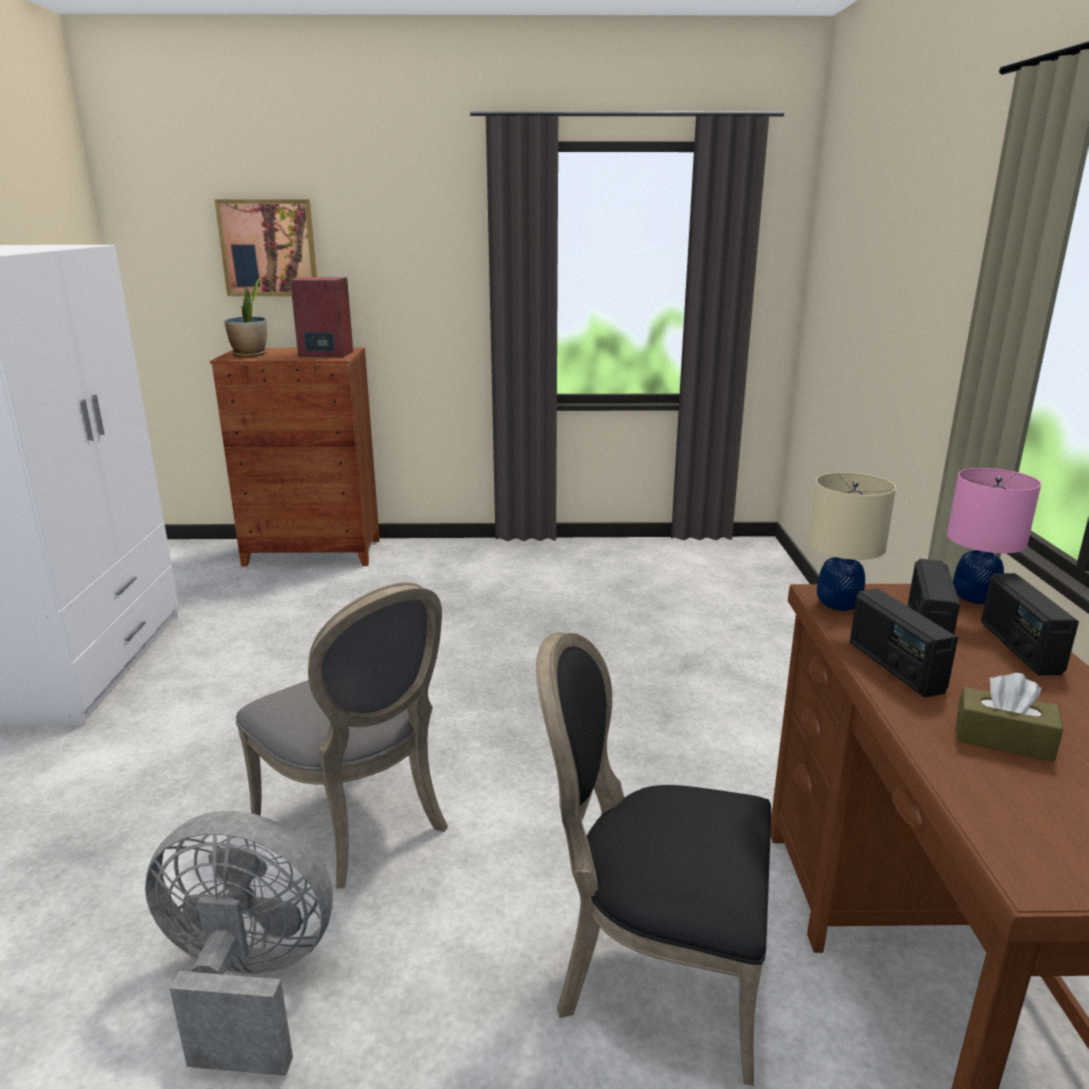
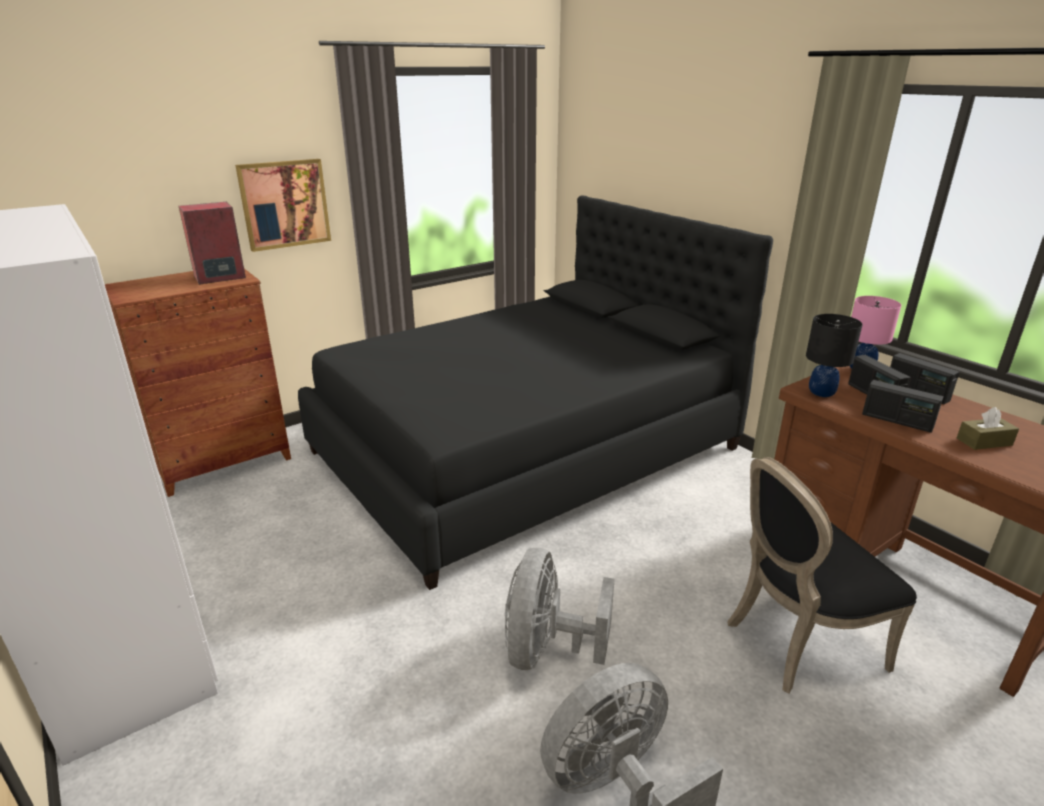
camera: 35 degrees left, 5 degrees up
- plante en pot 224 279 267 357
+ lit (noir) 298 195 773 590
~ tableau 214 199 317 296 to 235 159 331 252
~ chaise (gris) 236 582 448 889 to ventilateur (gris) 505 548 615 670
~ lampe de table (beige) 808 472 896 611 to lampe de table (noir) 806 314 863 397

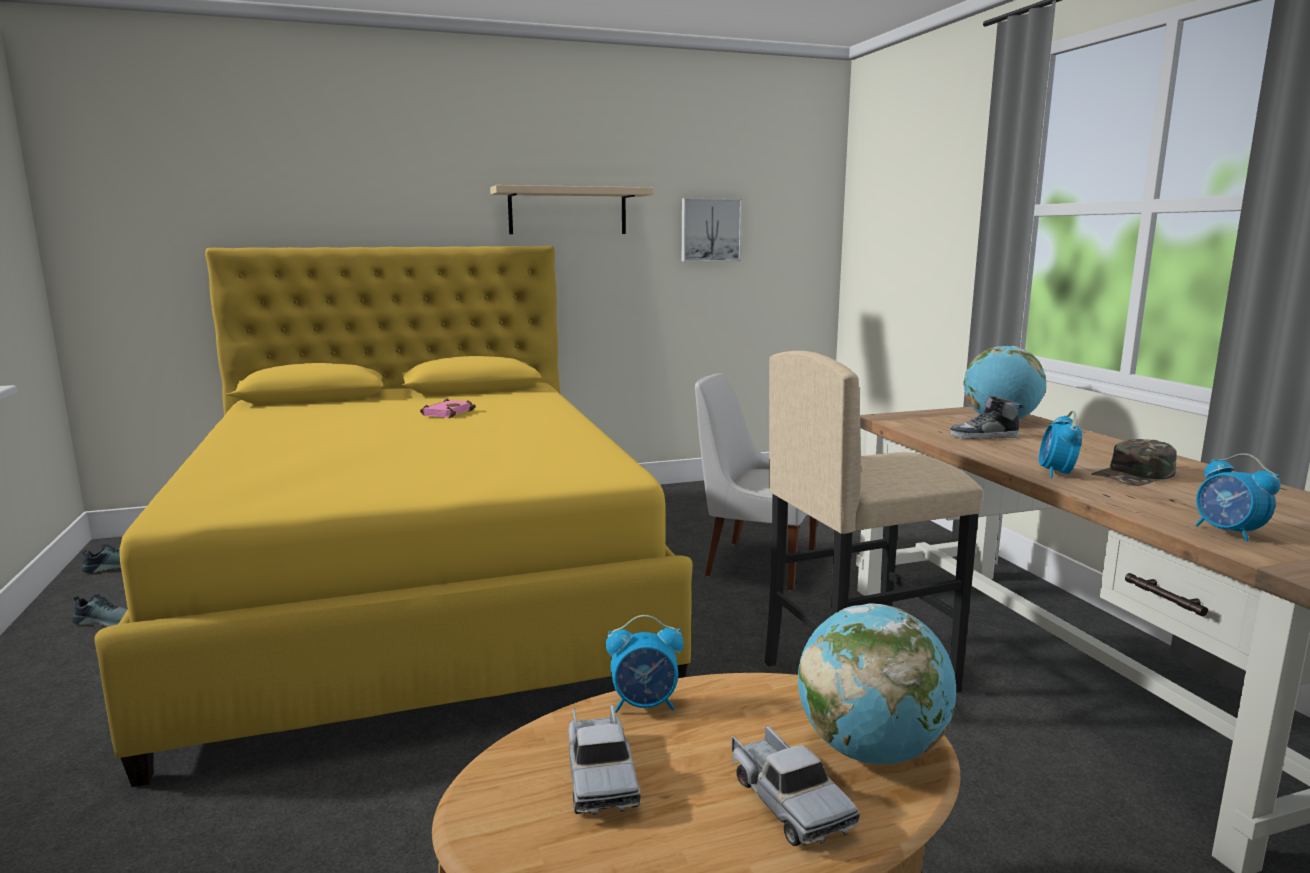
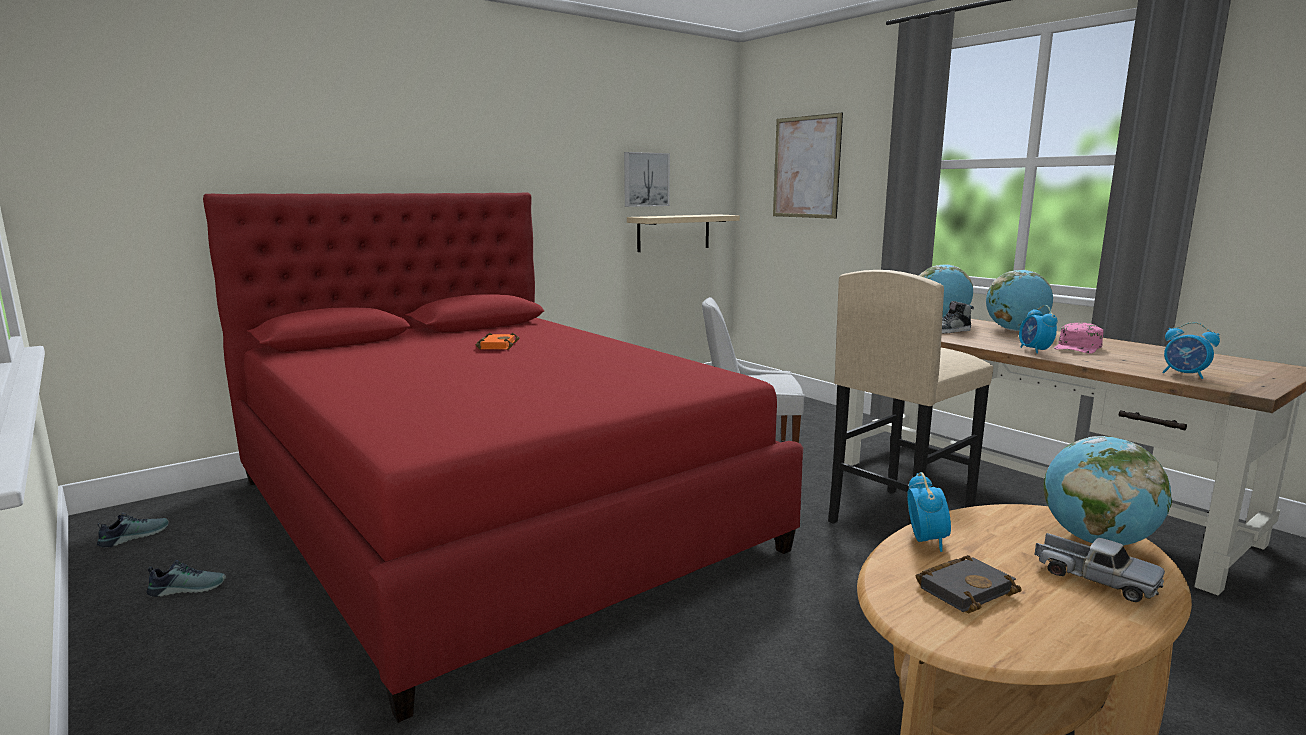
camera: 20 degrees left, 0 degrees up
+ tableau 773 113 843 219
+ globe 986 270 1053 331
~ étagère (beige) 490 185 653 234 to 627 214 740 252
~ camion jouet 568 704 641 815 to livre (noir) 916 555 1022 613
~ lit (jaune) 94 246 693 787 to lit (rouge) 203 193 803 723
~ livre (rose) 420 398 475 418 to livre (orange) 476 333 519 350
~ casquette (vert) 1092 439 1177 486 to casquette (rose) 1054 323 1104 354
~ réveil 606 615 684 713 = 907 472 951 552 60 degrees counterclockwise

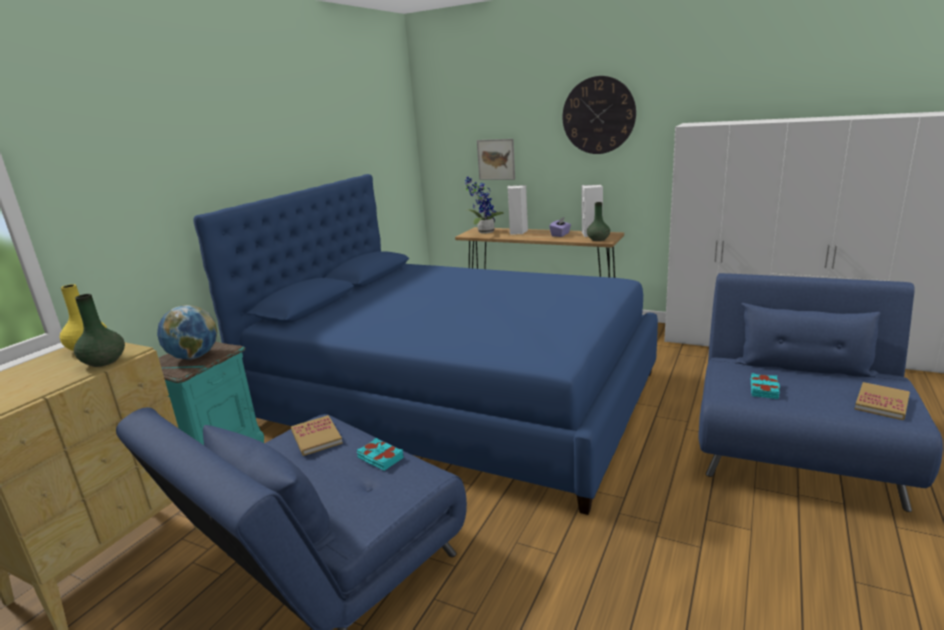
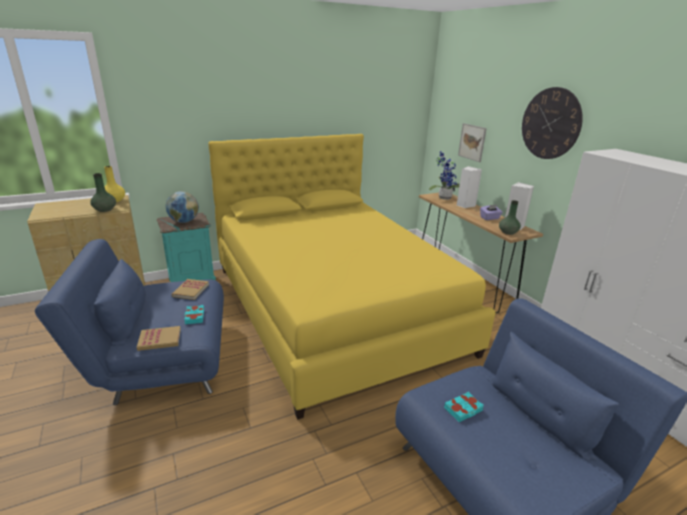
camera: 35 degrees right, 5 degrees up
~ livre 855 382 910 420 to 137 326 181 351
~ lit (bleu) 193 174 658 515 to lit (jaune) 208 134 496 420

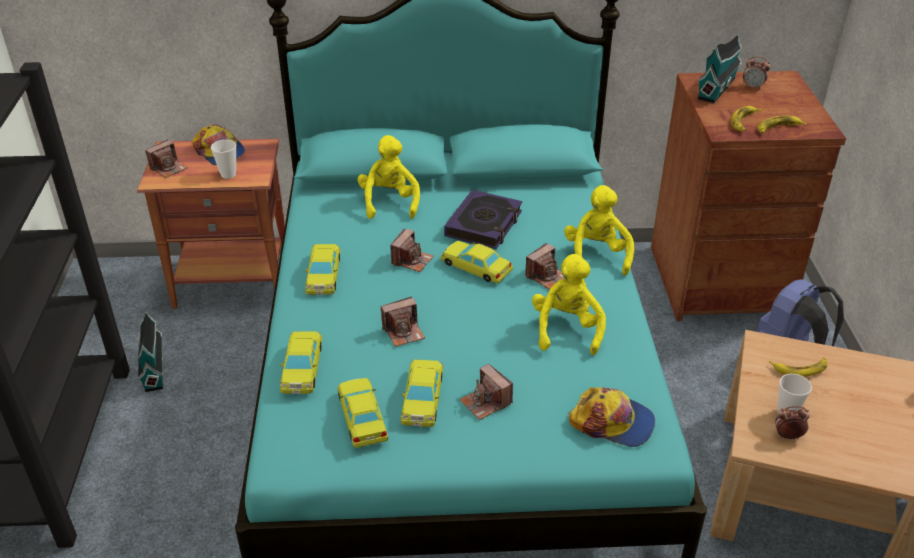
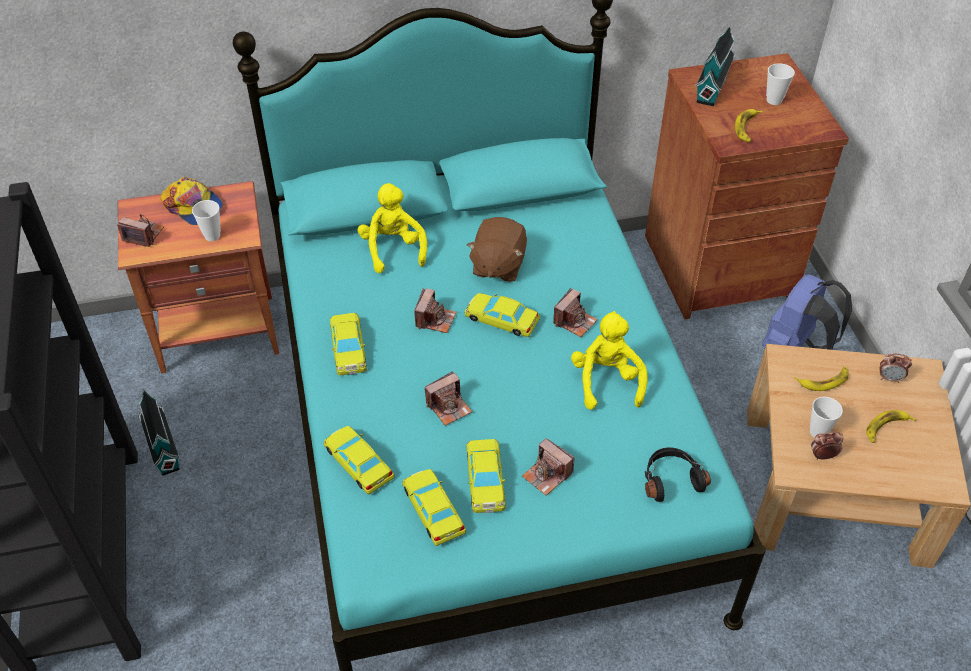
camera: 10 degrees left, 10 degrees up
- peluche (jaune) 564 185 634 275
+ tasse 766 63 795 105
~ réveil 743 56 770 90 to 880 354 912 383
~ banane 757 115 807 134 to 866 410 916 443
~ livre 444 190 522 249 to peluche (marron) 467 217 527 282
~ casquette 569 387 655 447 to casque audio (noir) 645 447 711 502
~ appareil photo 145 139 188 178 = 117 214 164 247 105 degrees counterclockwise
~ petite voiture (jaune) 280 331 322 394 = 324 426 395 494 150 degrees clockwise

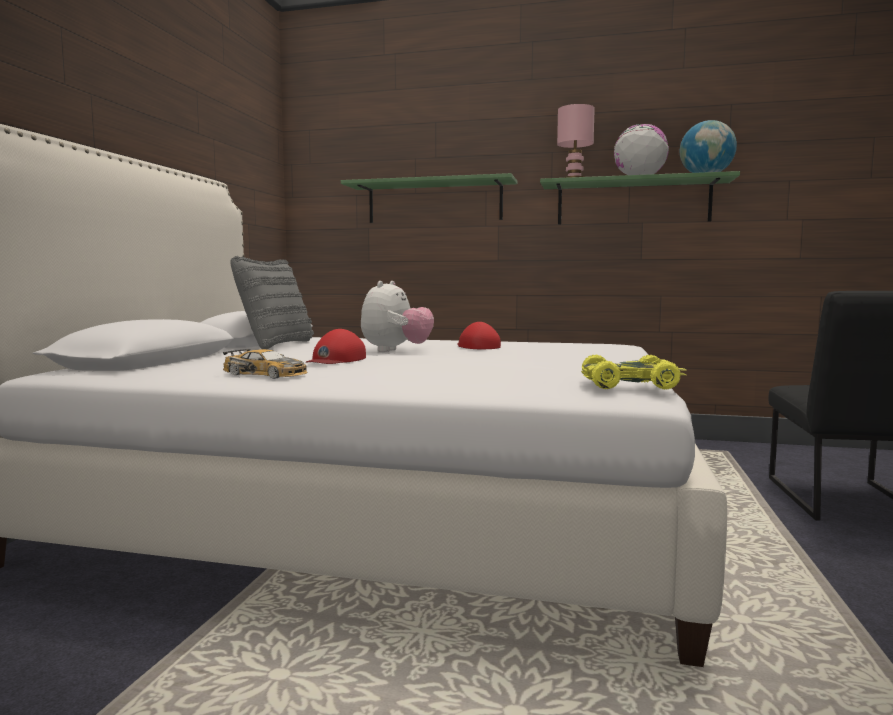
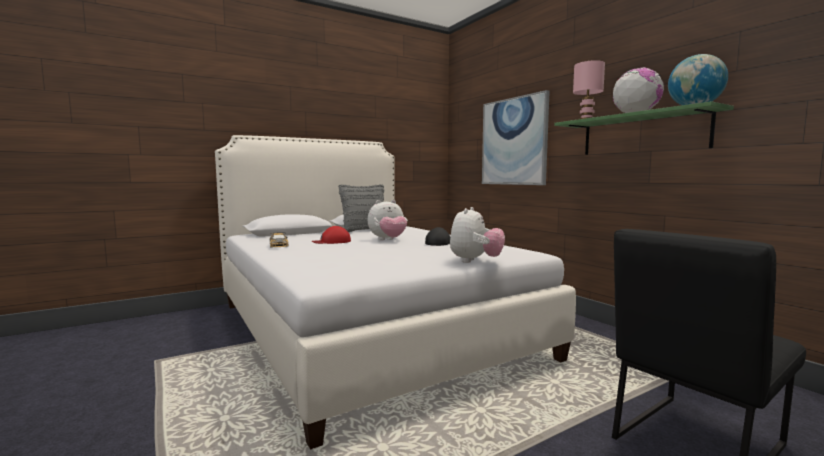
camera: 45 degrees right, 0 degrees up
- petite voiture (jaune) 581 355 687 390
+ peluche 450 207 505 263
~ étagère (vert) 341 173 517 223 to tableau 482 90 550 185
~ casquette (rouge) 457 322 501 349 to casquette (noir) 425 227 450 246

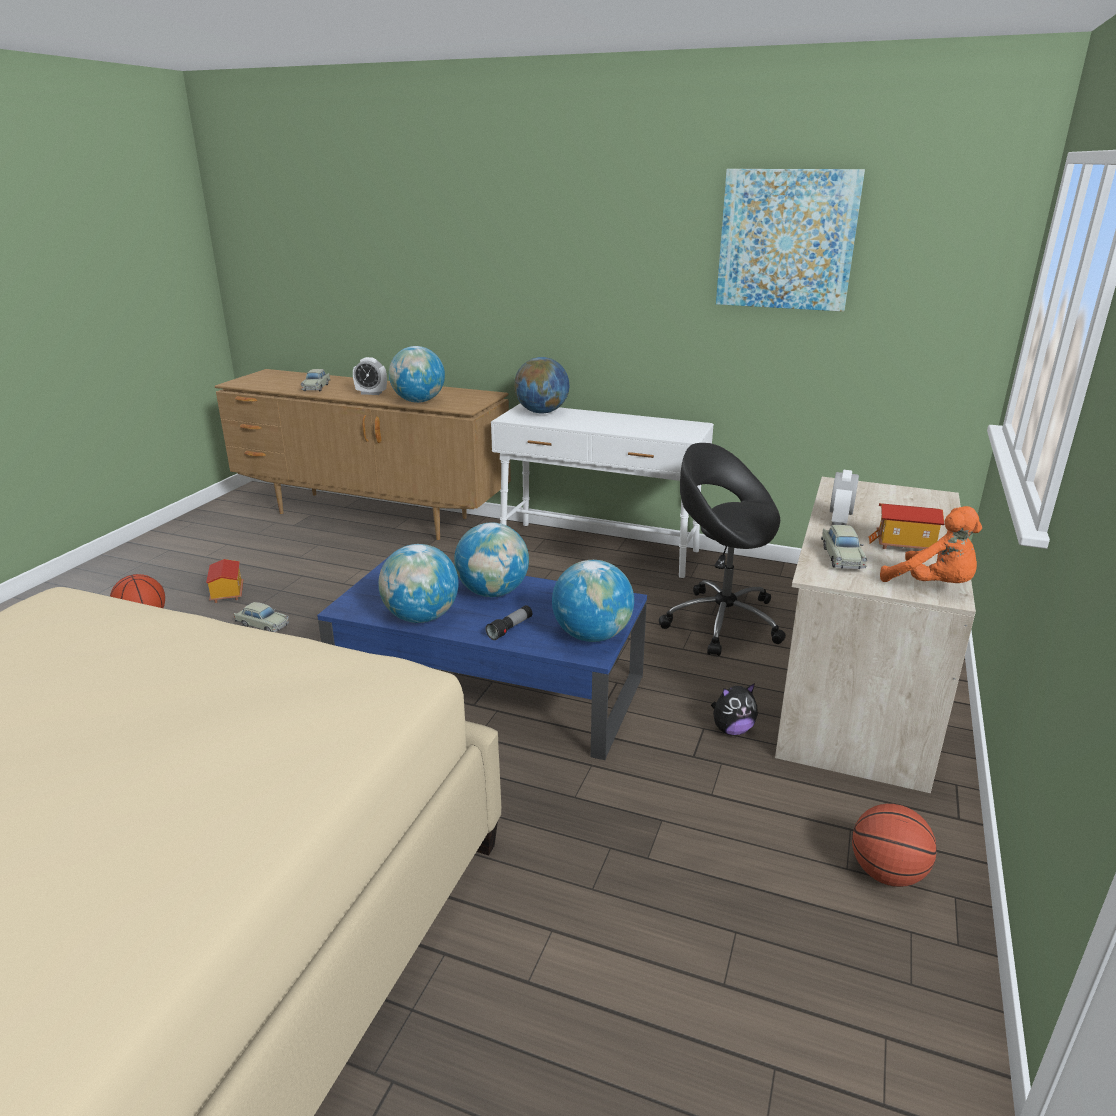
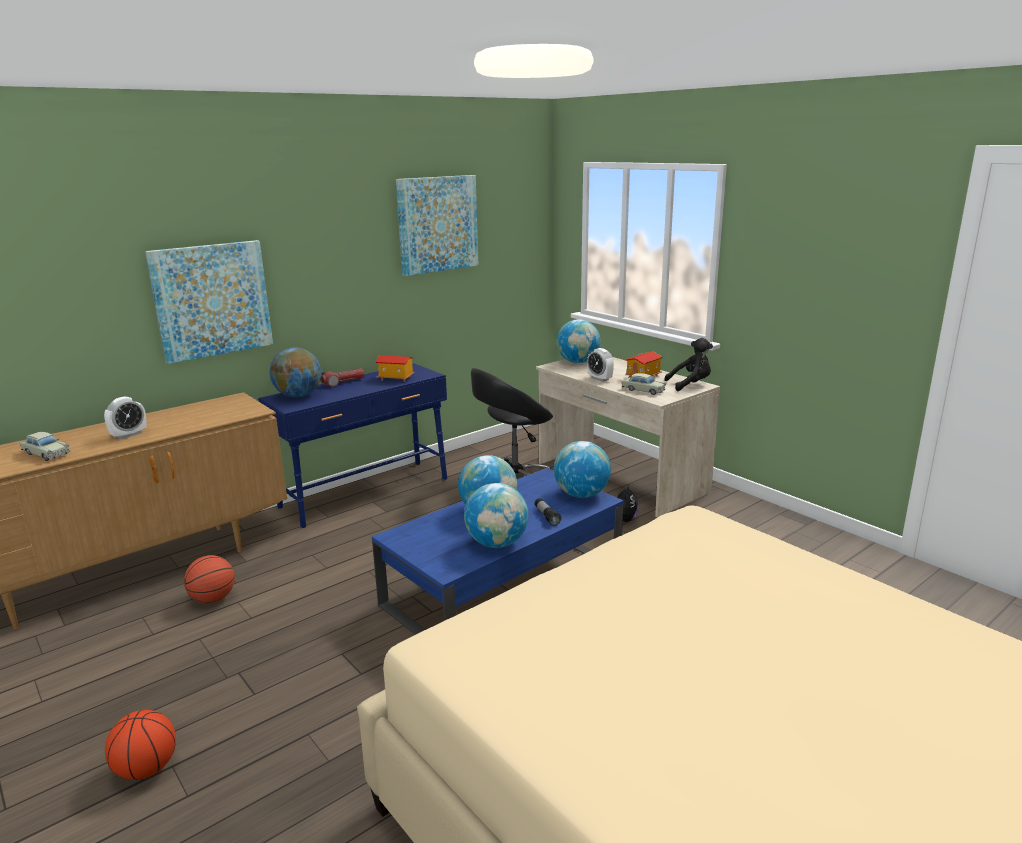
camera: 60 degrees left, 5 degrees down
- petite voiture (beige) 234 602 289 632
+ tableau 145 240 273 364
+ lampe de poche 320 368 364 387
~ maison miniature 206 559 243 603 to 375 355 414 382
~ globe 389 346 445 403 to 557 319 601 363
~ ballon de basket 852 804 937 887 to 184 555 235 603
~ table console (blanc) 491 403 714 578 to table console (bleu) 258 363 447 528
~ peluche (orange) 880 506 982 583 to peluche (noir) 664 338 713 391

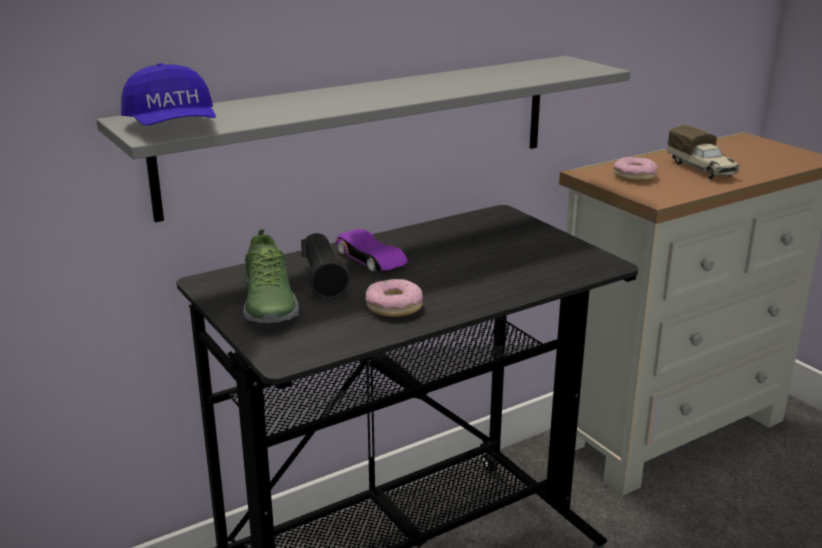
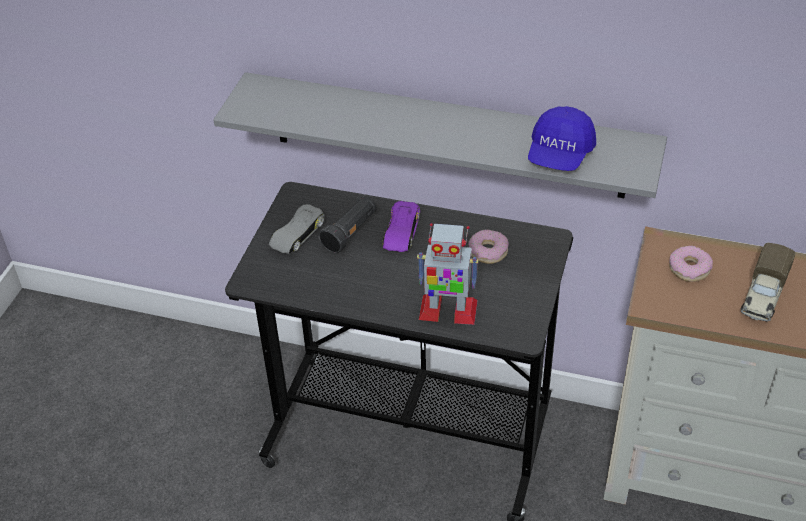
camera: 50 degrees right, 20 degrees up
+ robot jouet 417 223 479 325
~ casquette (bleu) 121 63 216 126 to 528 106 596 171
~ beignet 366 279 423 317 to 468 230 509 264
~ chaussure 244 229 299 323 to petite voiture (gris) 269 204 325 254

